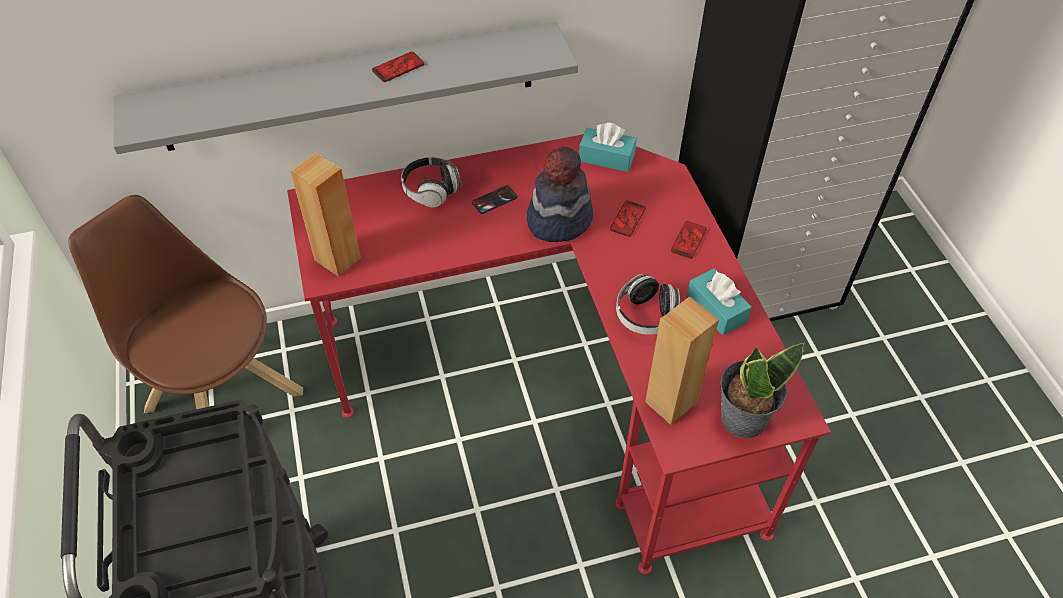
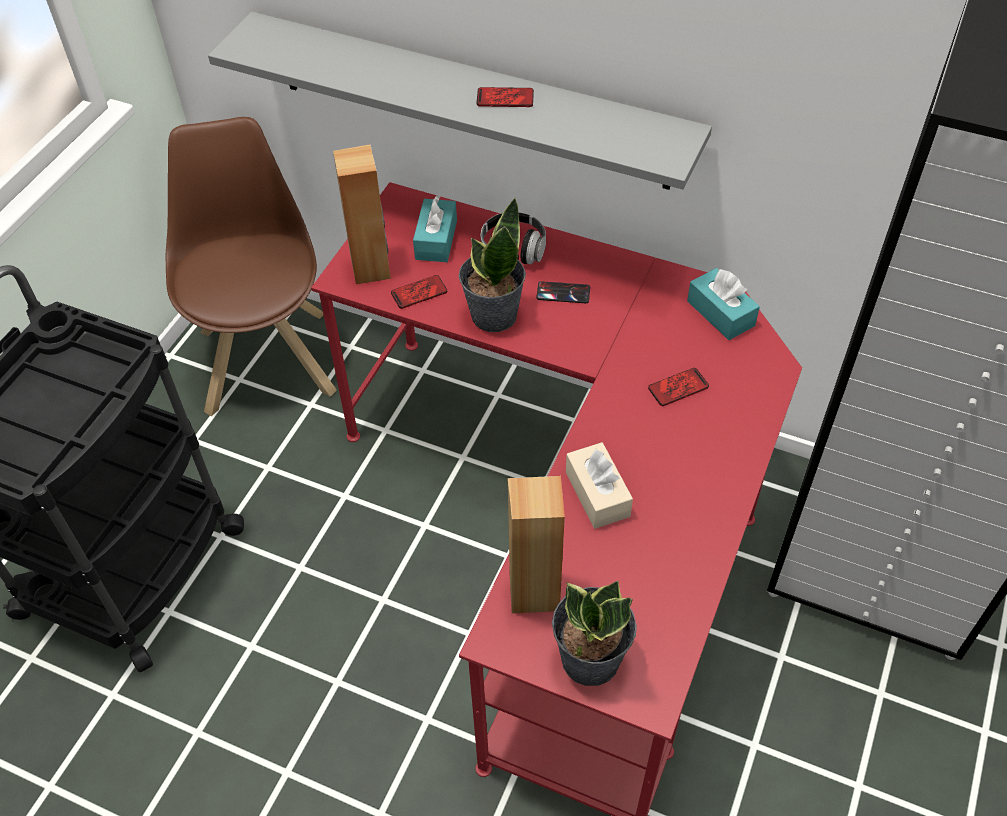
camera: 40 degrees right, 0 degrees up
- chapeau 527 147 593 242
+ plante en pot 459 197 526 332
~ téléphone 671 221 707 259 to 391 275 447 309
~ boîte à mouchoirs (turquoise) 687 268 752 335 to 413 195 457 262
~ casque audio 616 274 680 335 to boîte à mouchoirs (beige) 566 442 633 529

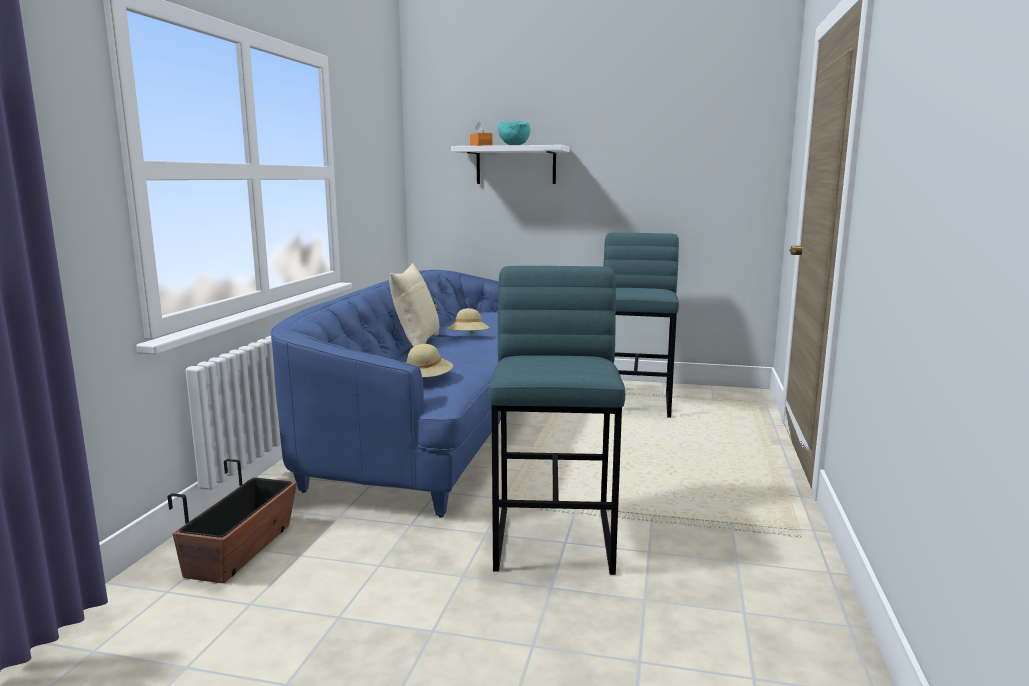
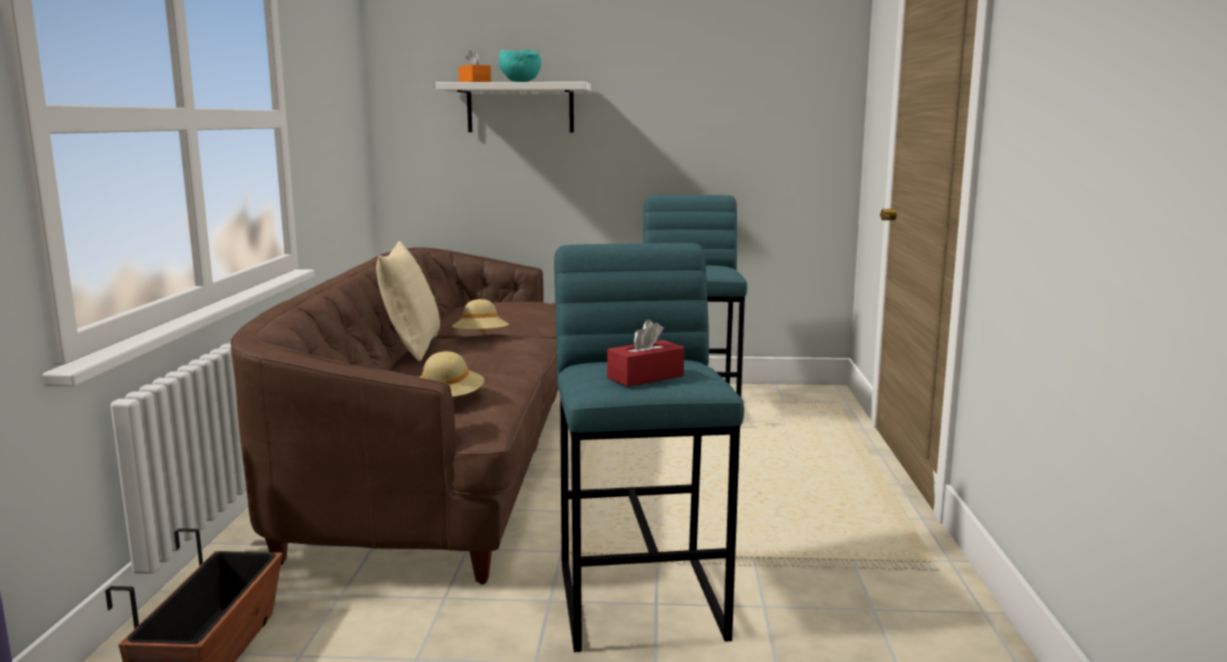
camera: 10 degrees left, 0 degrees up
+ boîte à mouchoirs (rouge) 607 320 684 387
~ canapé (bleu) 271 270 501 518 to canapé (marron) 230 247 558 584

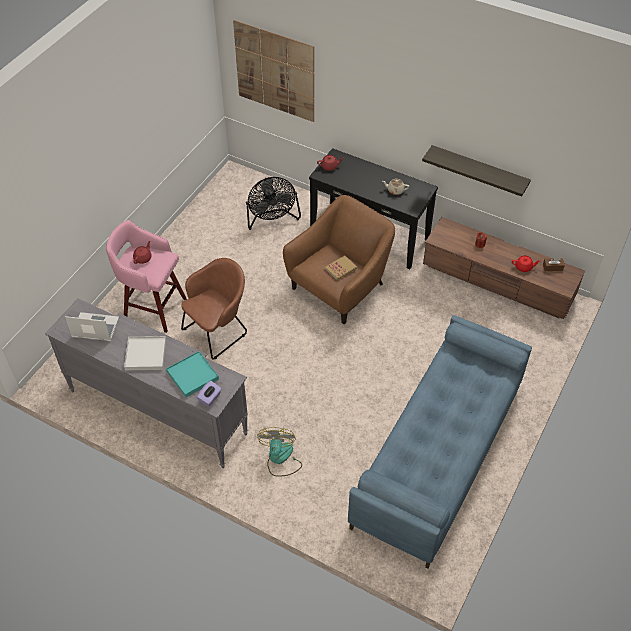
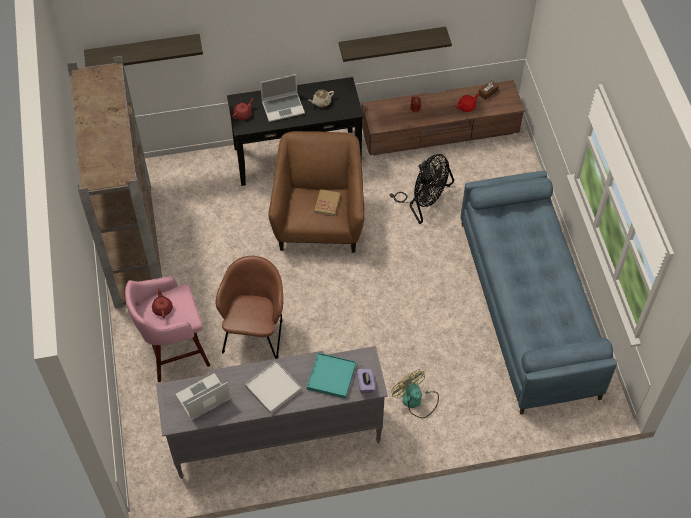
camera: 40 degrees left, 5 degrees up
+ bibliothèque (marron) 67 56 162 309
+ ordinateur portable 260 74 305 122
~ ventilateur (noir) 246 176 301 230 to 389 154 454 224
~ tableau 233 20 314 122 to étagère 84 34 203 67

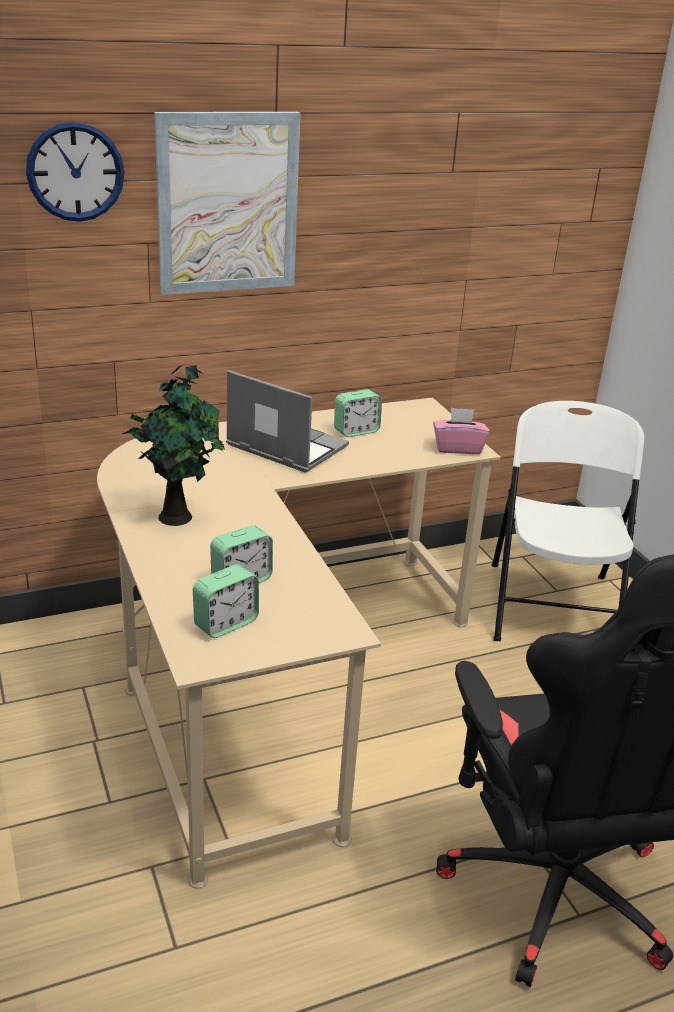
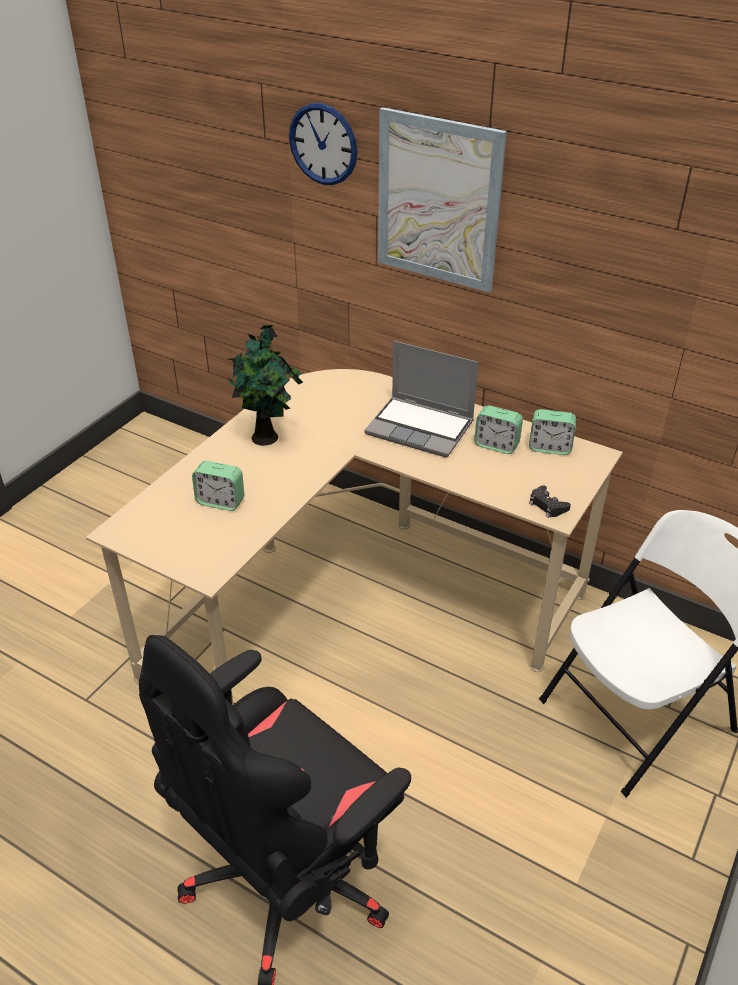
camera: 55 degrees right, 10 degrees up
~ réveil 193 564 259 638 to 529 409 576 455
~ boîte à mouchoirs (rose) 433 408 490 454 to manette (noir) 529 485 571 518
~ ordinateur portable 226 370 349 473 = 364 341 478 458 120 degrees clockwise

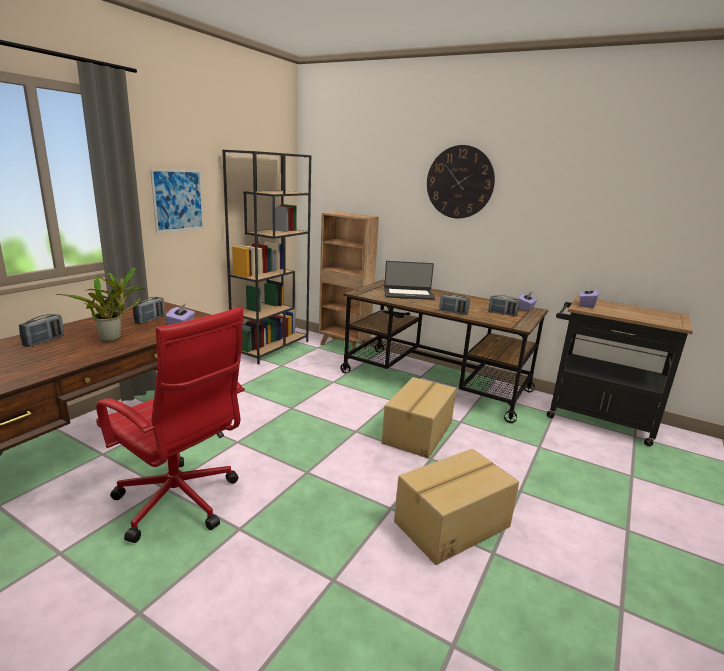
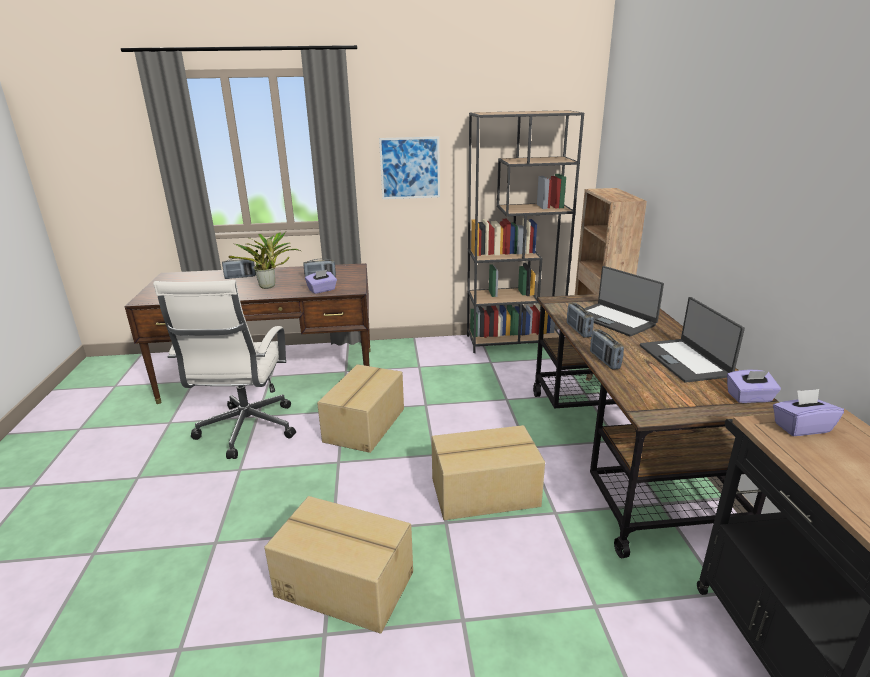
camera: 55 degrees right, 5 degrees up
- horloge murale 427 145 495 218
+ carton 317 364 404 453
+ ordinateur portable 640 297 745 383
~ radio 488 295 520 316 to 567 303 594 338
~ chaise de bureau (rouge) 96 307 245 543 to chaise de bureau (blanc) 153 280 296 459

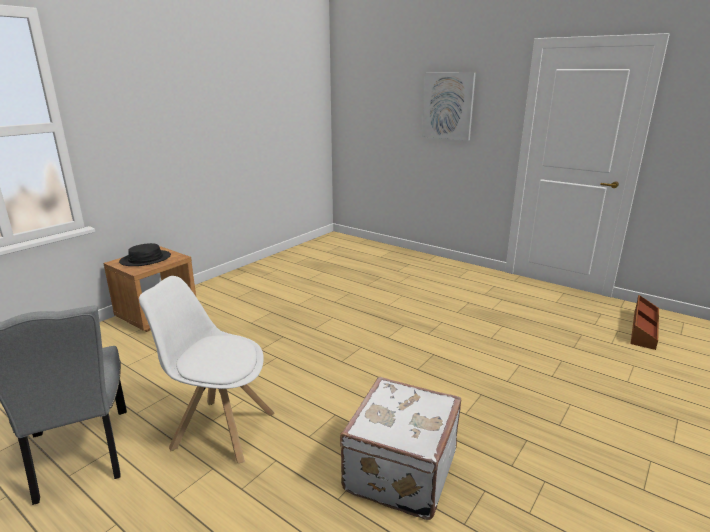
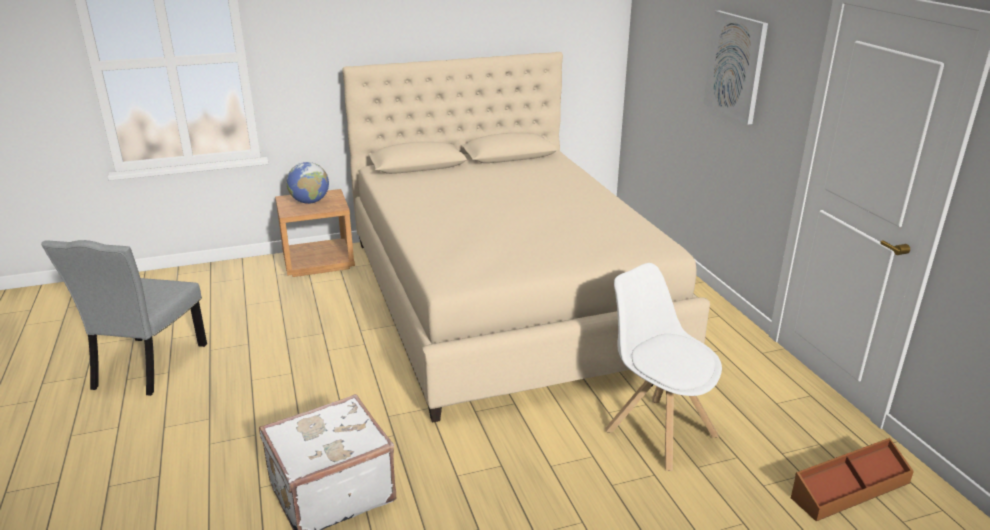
camera: 35 degrees right, 5 degrees up
+ lit (beige) 342 52 710 423
~ chaise (blanc) 139 276 275 464 to 605 263 722 471
~ chapeau (noir) 119 243 171 266 to globe 286 162 329 204

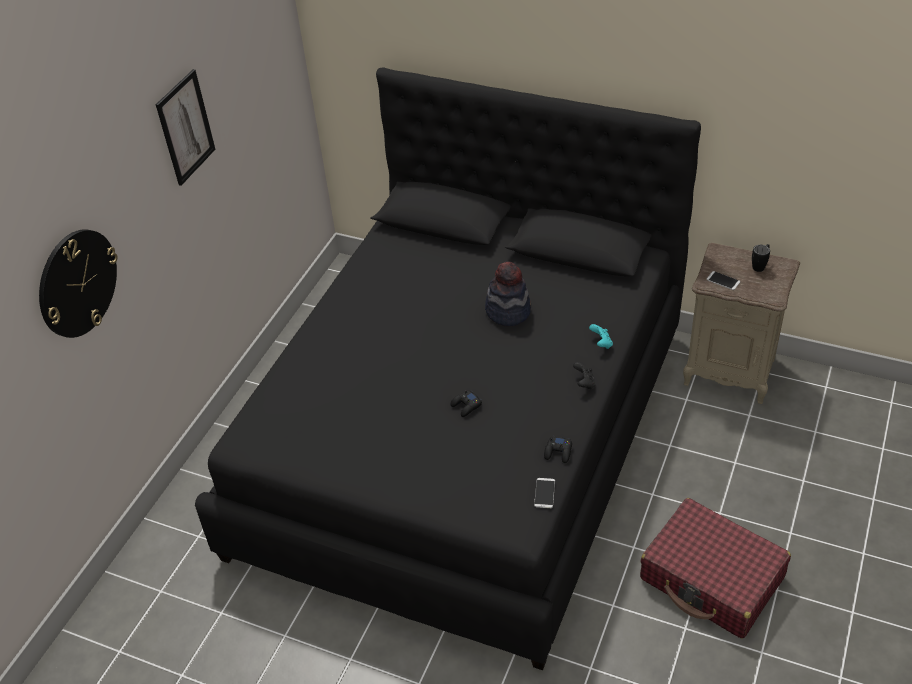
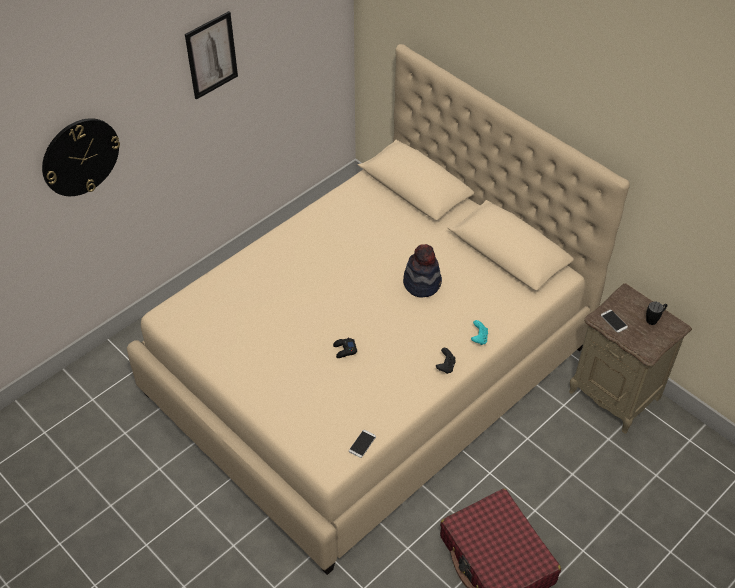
camera: 20 degrees right, 5 degrees up
- manette (noir) 544 436 572 463
~ lit (noir) 195 68 701 670 to lit (beige) 127 44 630 575

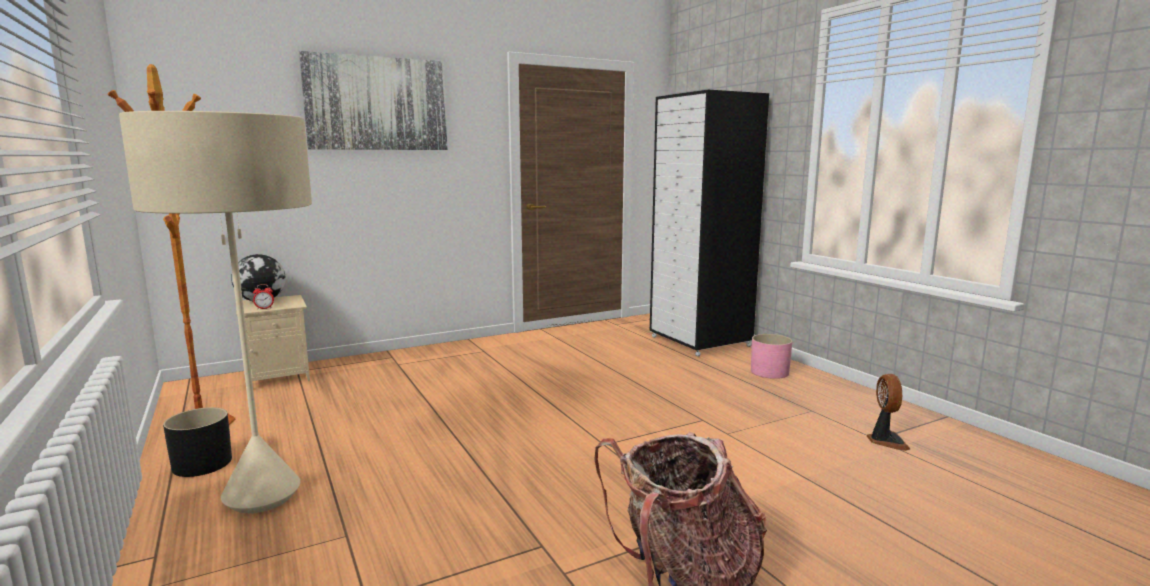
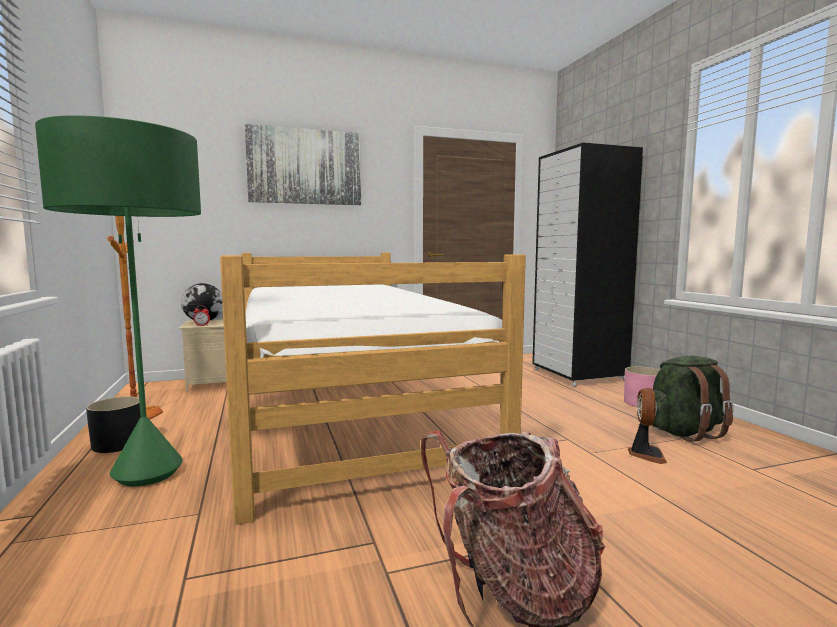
camera: 10 degrees right, 5 degrees down
+ lit 220 253 526 525
+ sac à dos (vert) 652 356 734 442
~ ventilateur 867 374 910 451 to 628 388 667 464
~ lampadaire (beige) 119 111 312 513 to lampadaire (vert) 35 115 201 486

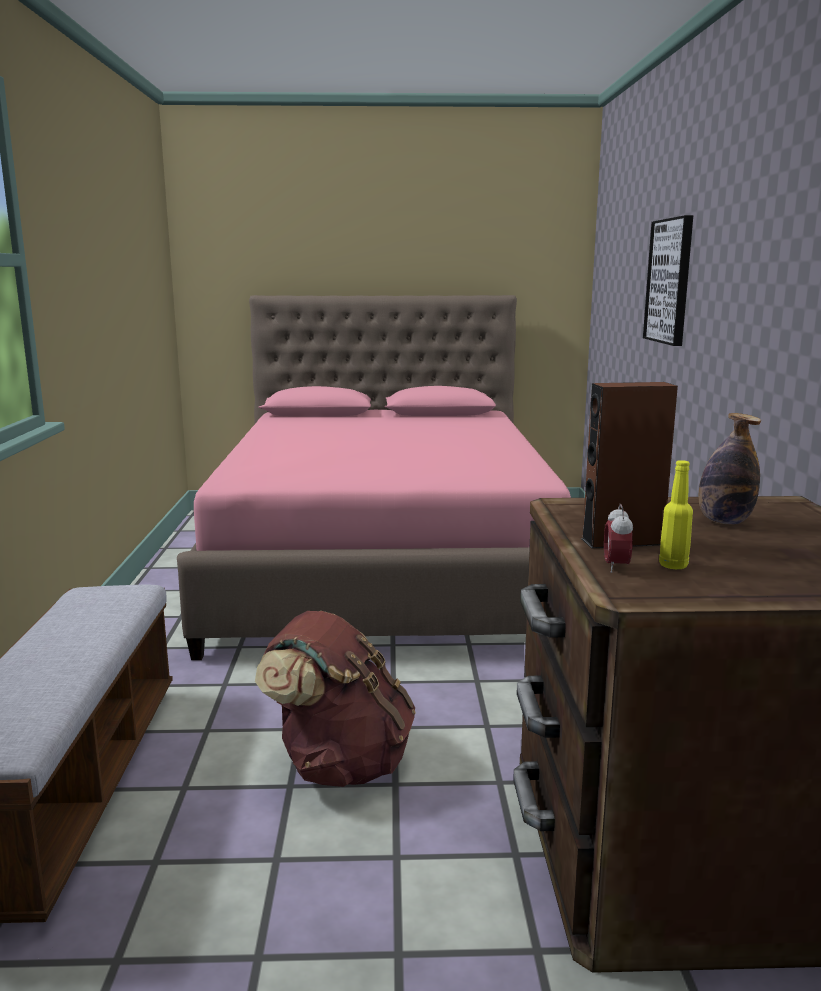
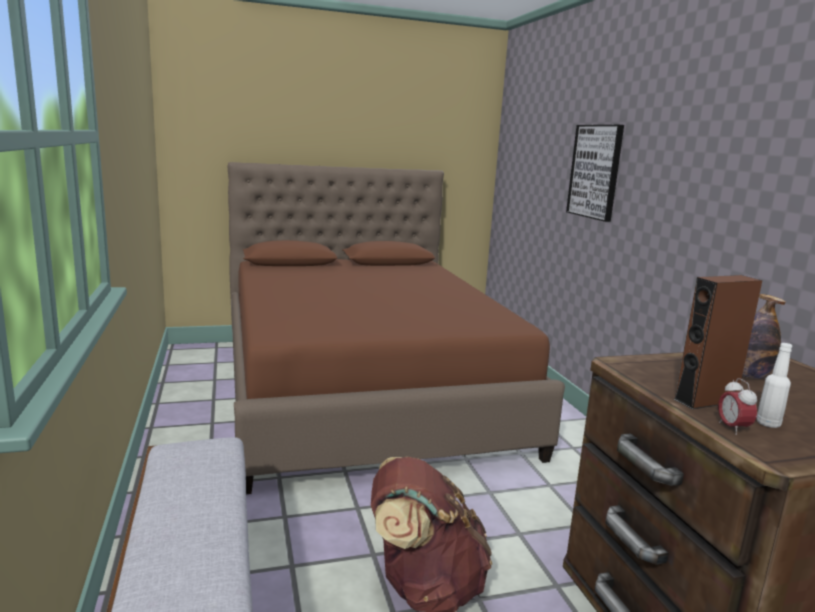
camera: 15 degrees left, 0 degrees up
~ lit (rose) 177 295 571 660 to lit (marron) 228 162 565 494
~ bouteille (jaune) 659 460 693 569 to bouteille (blanc) 756 343 792 428

